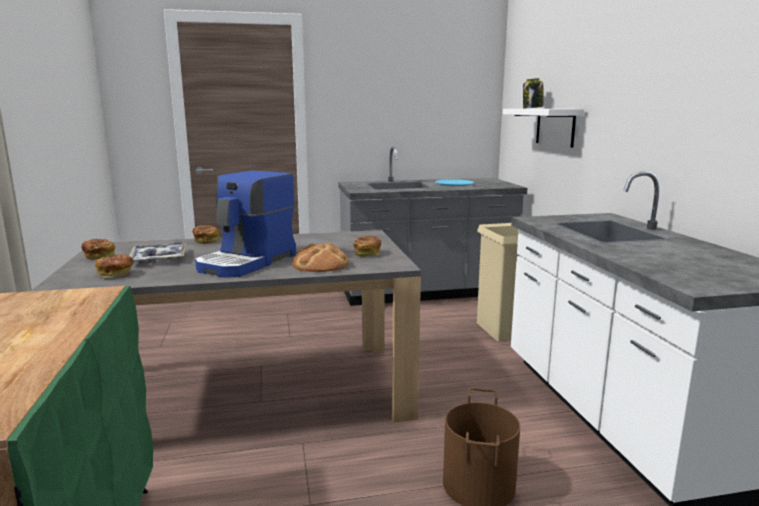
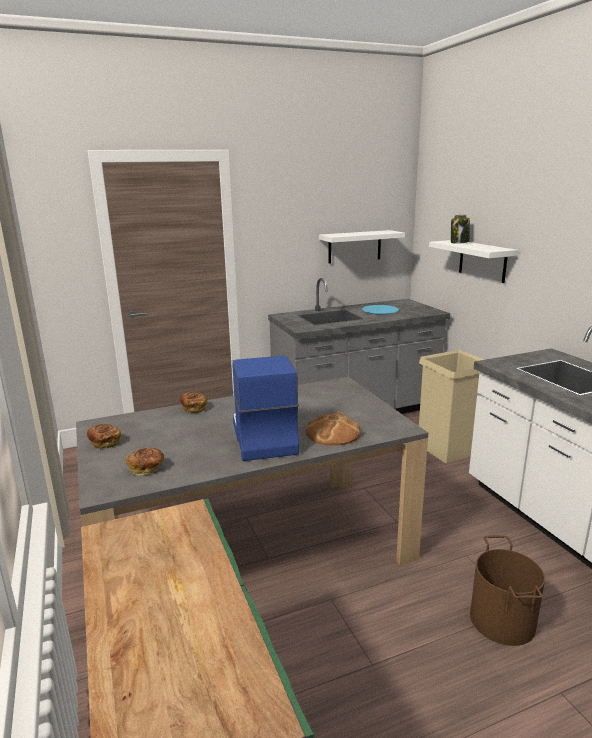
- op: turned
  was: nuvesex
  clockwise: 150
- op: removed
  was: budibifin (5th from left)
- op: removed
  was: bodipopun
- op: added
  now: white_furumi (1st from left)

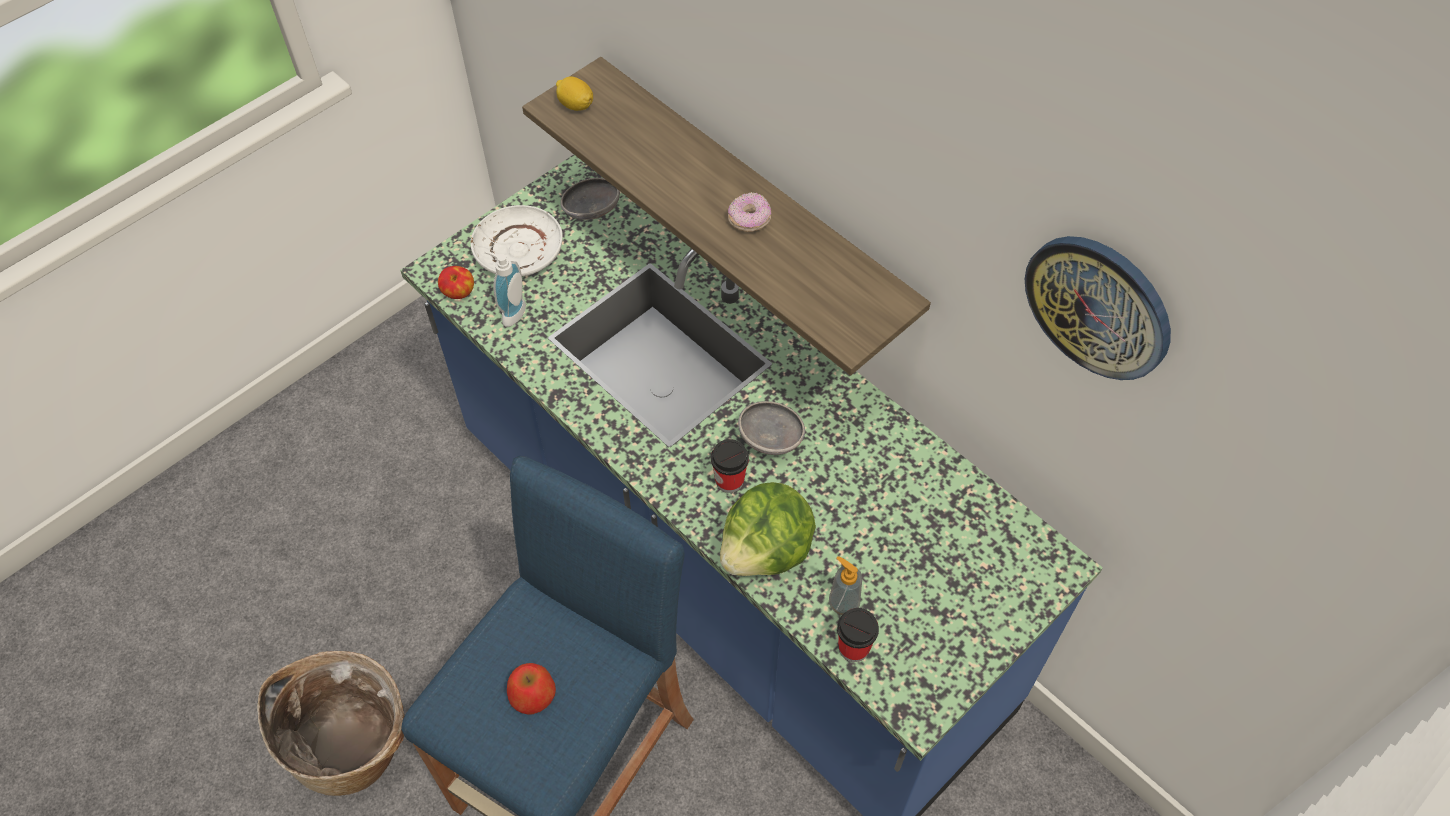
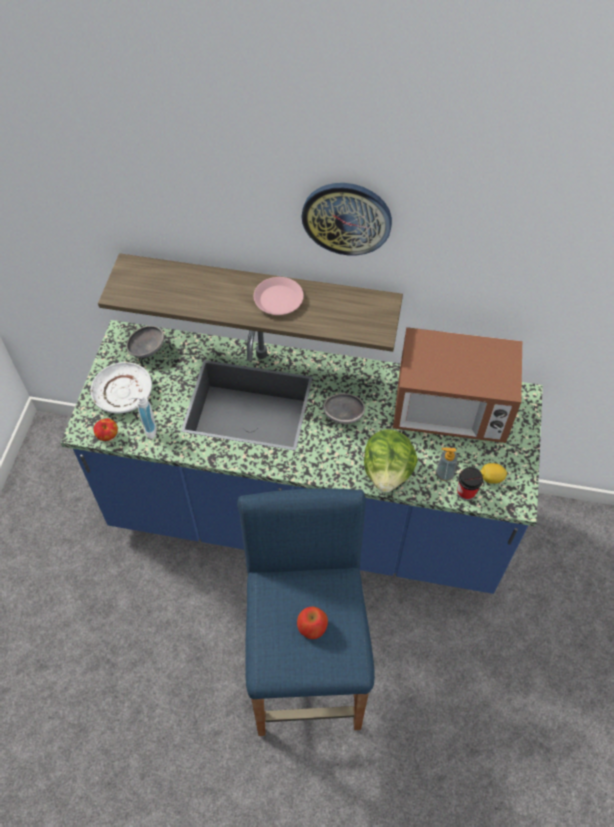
- op: moved
  was: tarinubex
- op: replaced
  was: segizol
  now: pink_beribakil
- op: moved
  was: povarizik
- op: removed
  was: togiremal (1st from left)
- op: removed
  was: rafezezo
- op: added
  now: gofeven

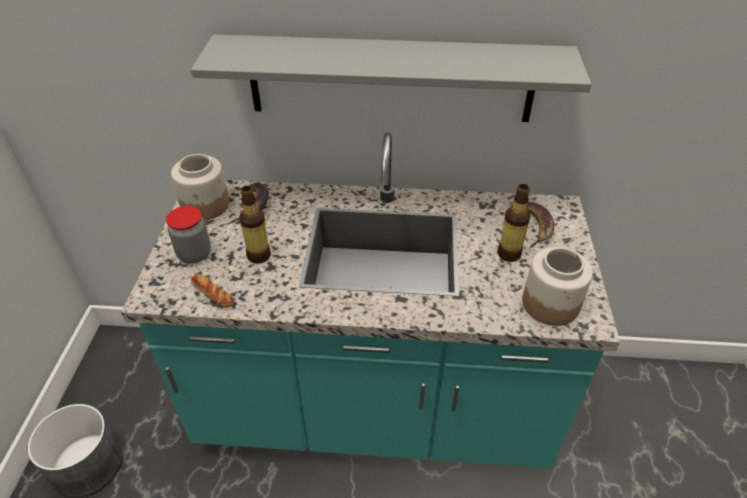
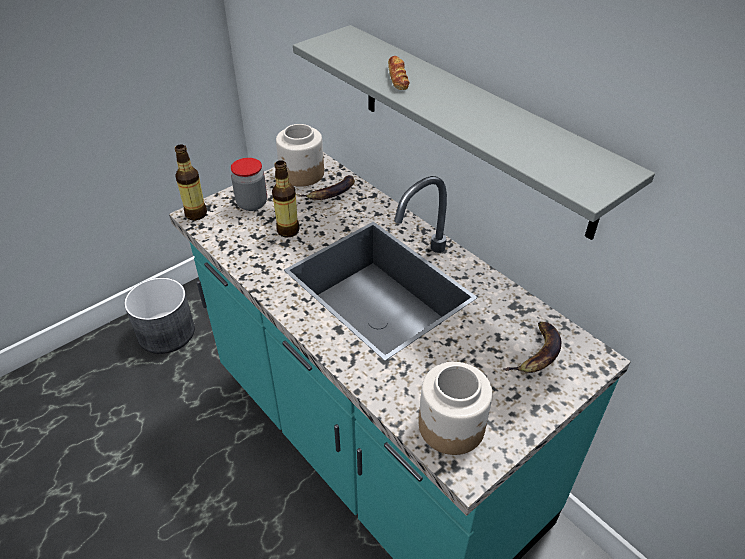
- op: moved
  was: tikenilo (2nd from left in the first image)
  now: tikenilo (1st from left)
- op: moved
  was: budibifin

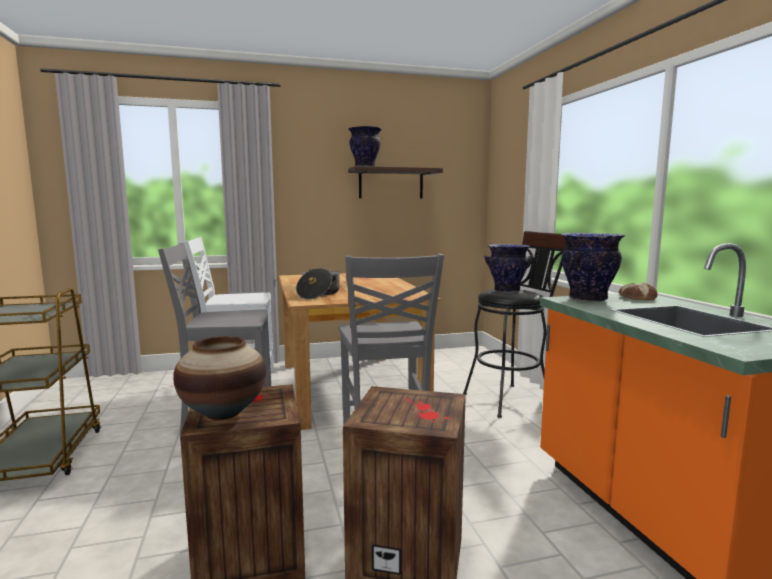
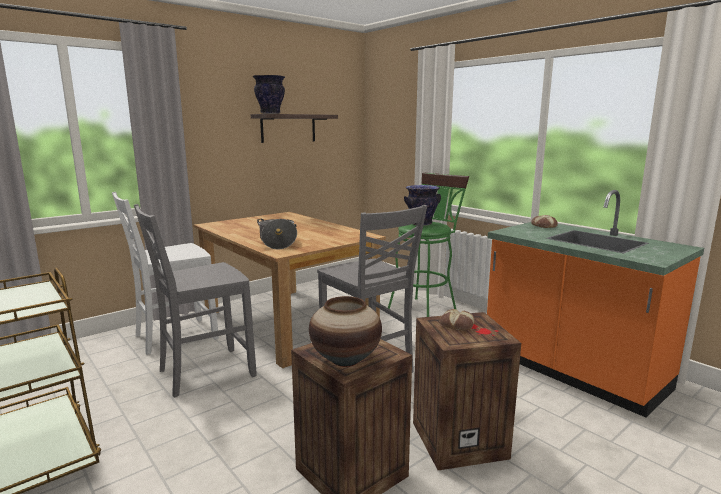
- op: recoloured
  was: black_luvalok
  now: green_luvalok
- op: removed
  was: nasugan (4th from left)
- op: added
  now: budibifin (1st from left)

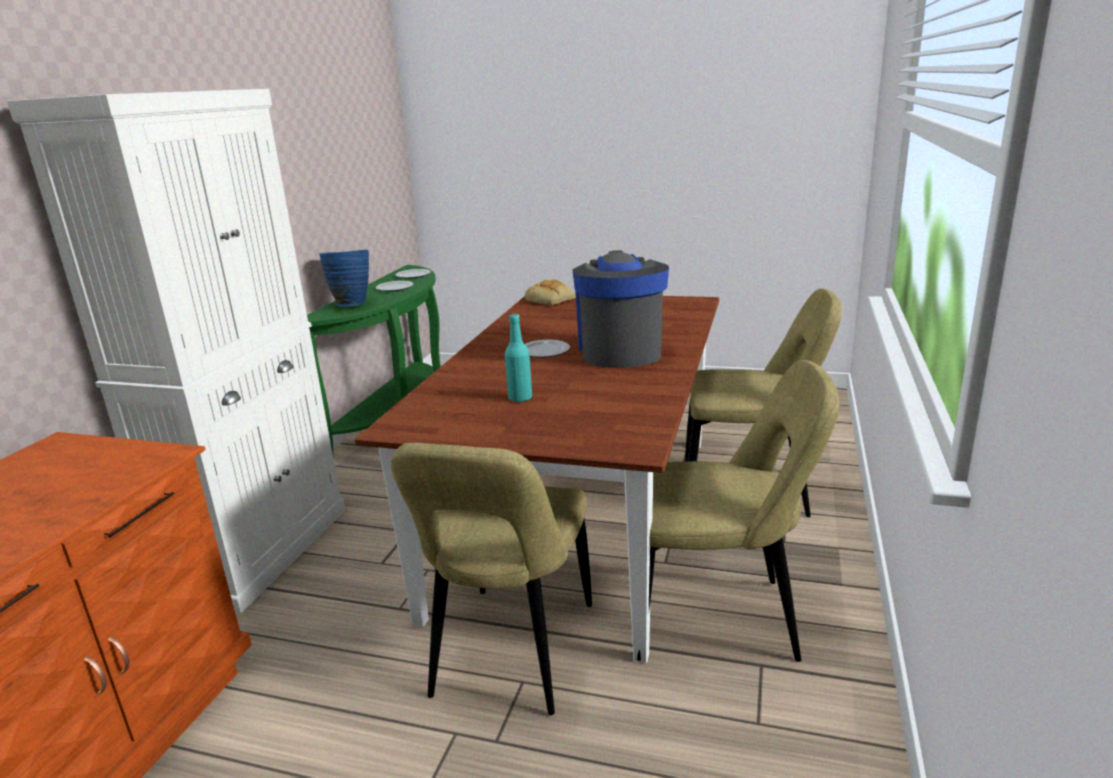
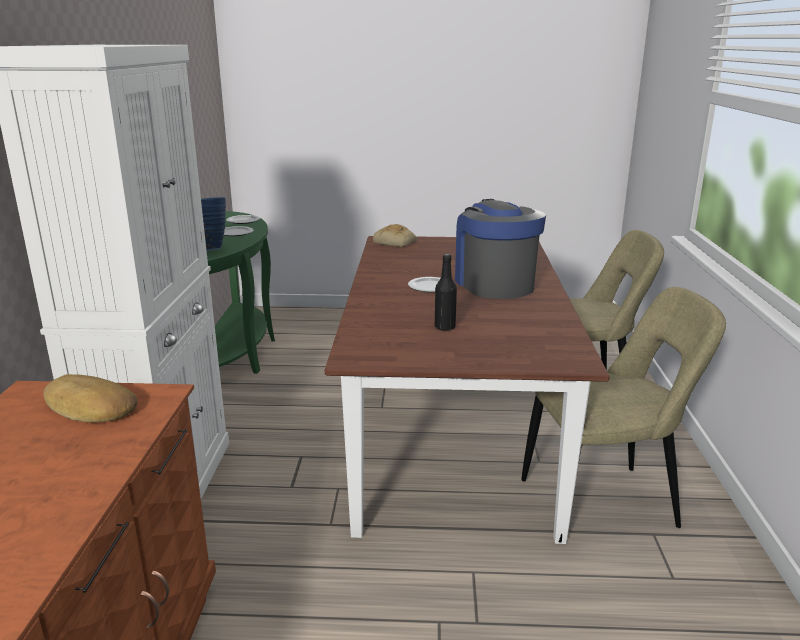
- op: recoloured
  was: turquoise_tikenilo
  now: black_tikenilo
- op: removed
  was: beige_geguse (1st from left)
- op: added
  now: budibifin (1st from left)

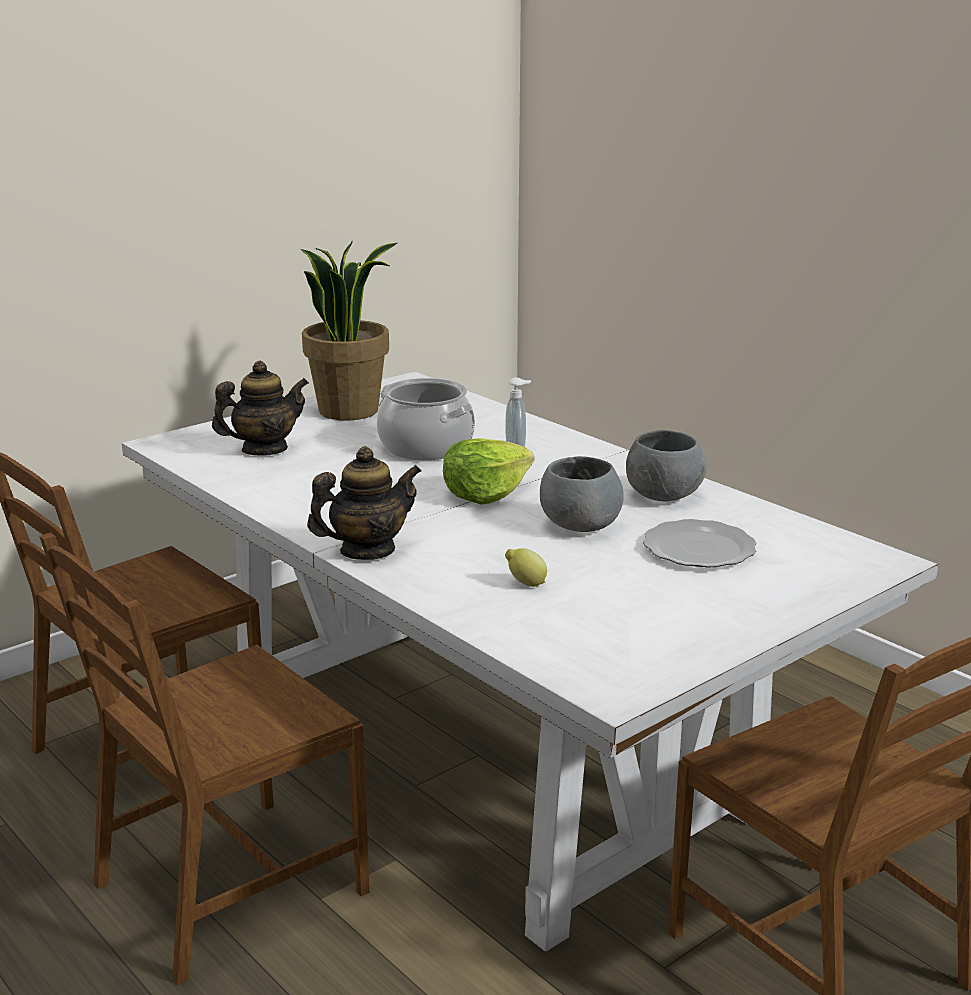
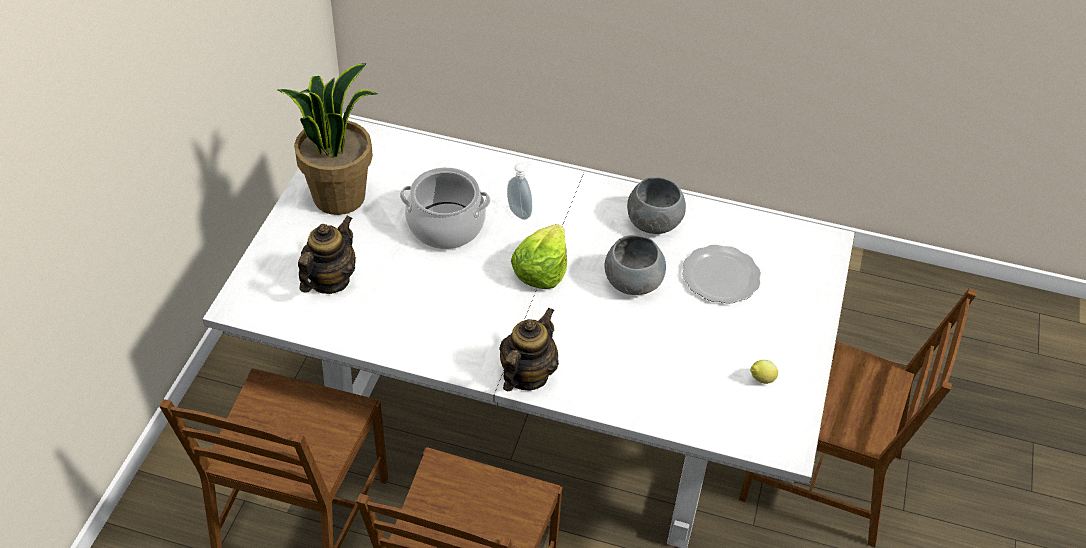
- op: moved
  was: tarinubex

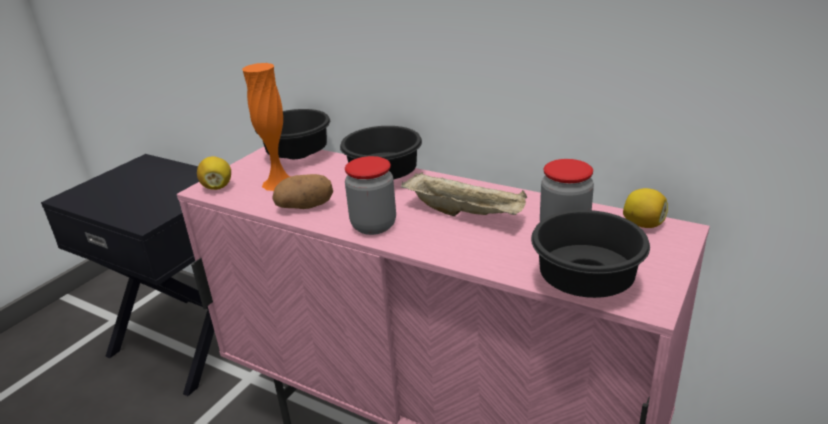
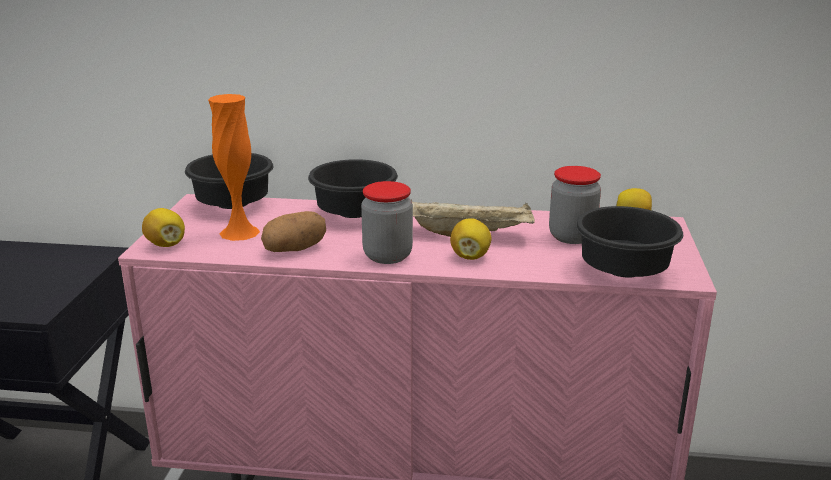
- op: added
  now: tarinubex (2nd from left)

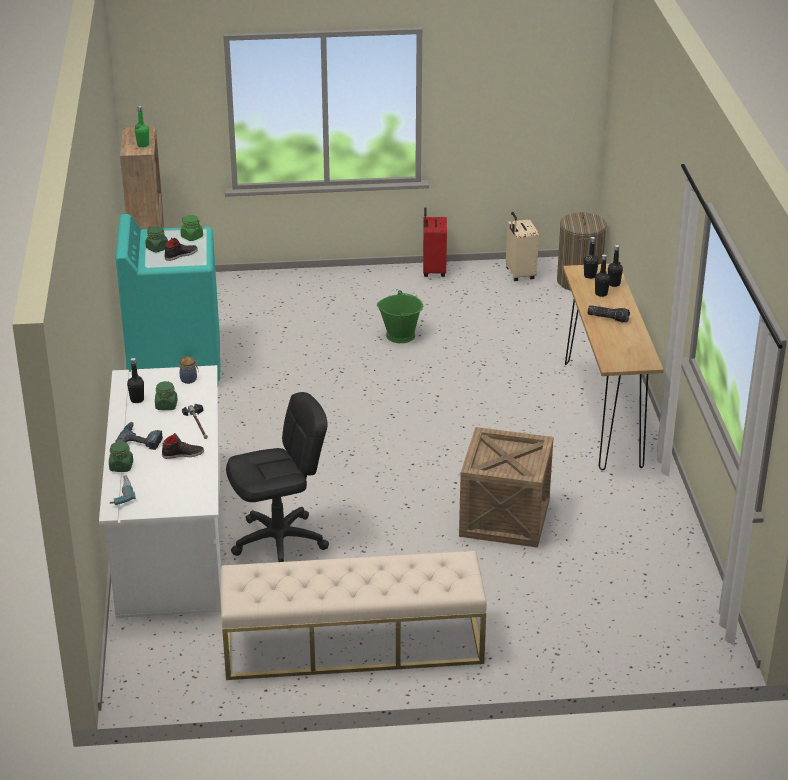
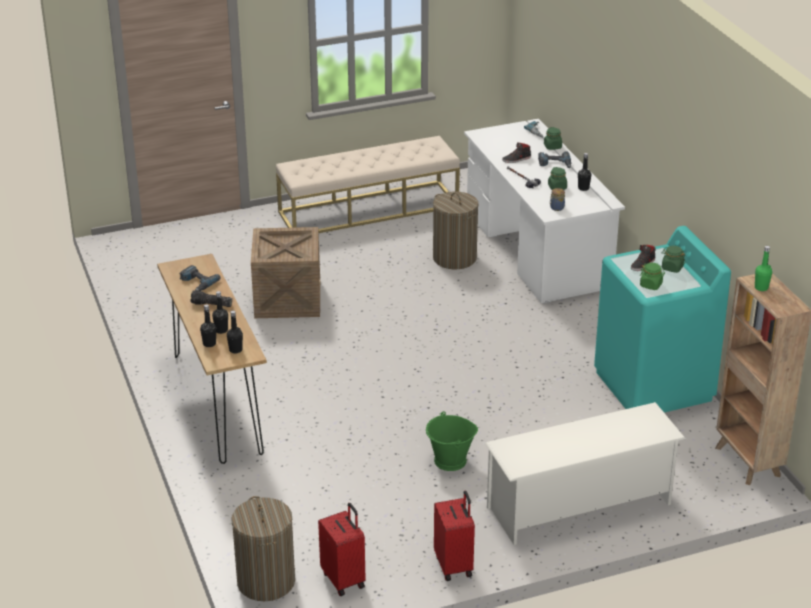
- op: recoloured
  was: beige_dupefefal
  now: red_dupefefal (1st from left)
- op: replaced
  was: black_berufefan
  now: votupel (2nd from left)
- op: added
  now: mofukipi (1st from left)
- op: added
  now: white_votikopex

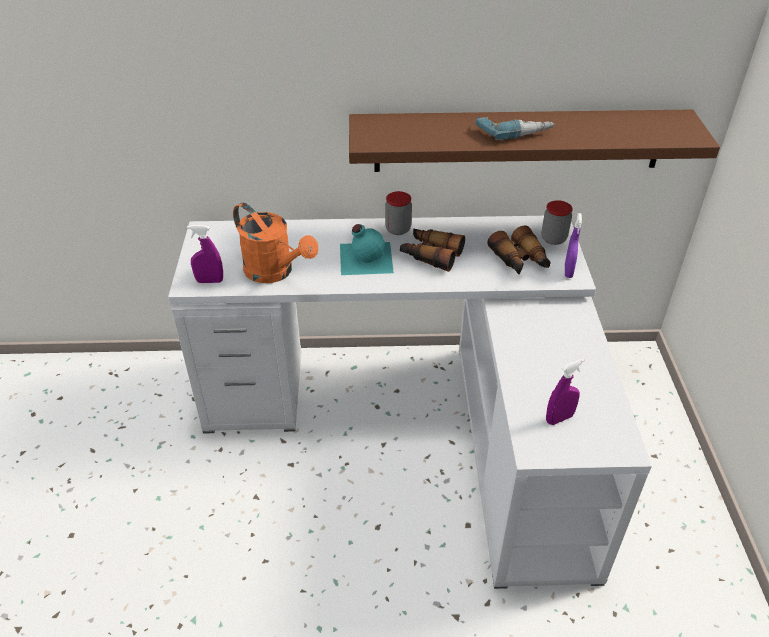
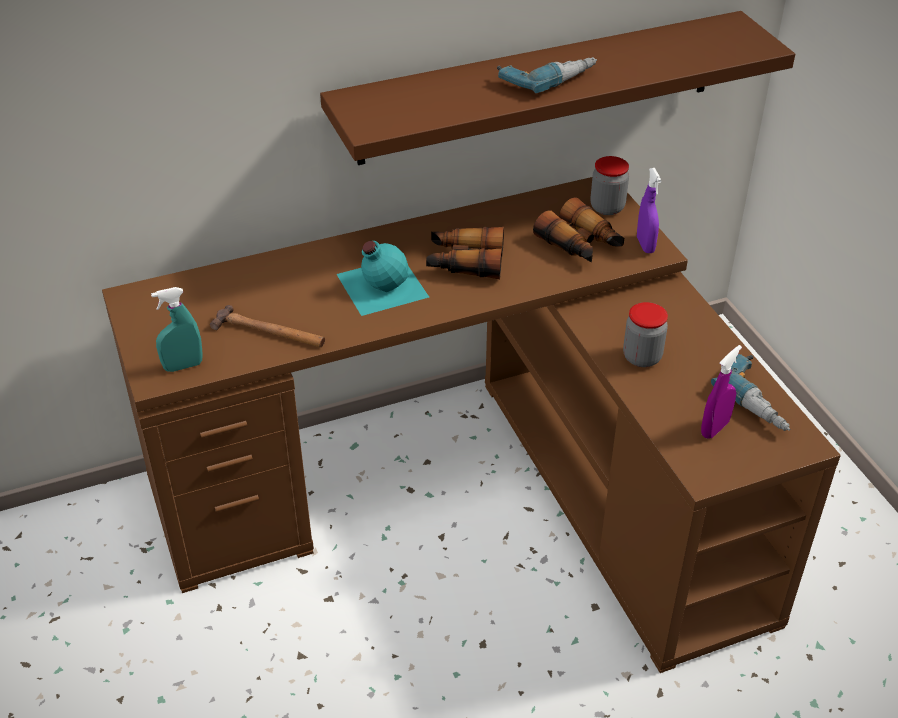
- op: moved
  was: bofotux (1st from left in the first image)
  now: bofotux (2nd from left)
- op: replaced
  was: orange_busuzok
  now: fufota
- op: recoloured
  was: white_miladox
  now: brown_miladox
- op: recoloured
  was: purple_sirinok (1st from left)
  now: turquoise_sirinok
- op: added
  now: mofukipi (2nd from left)

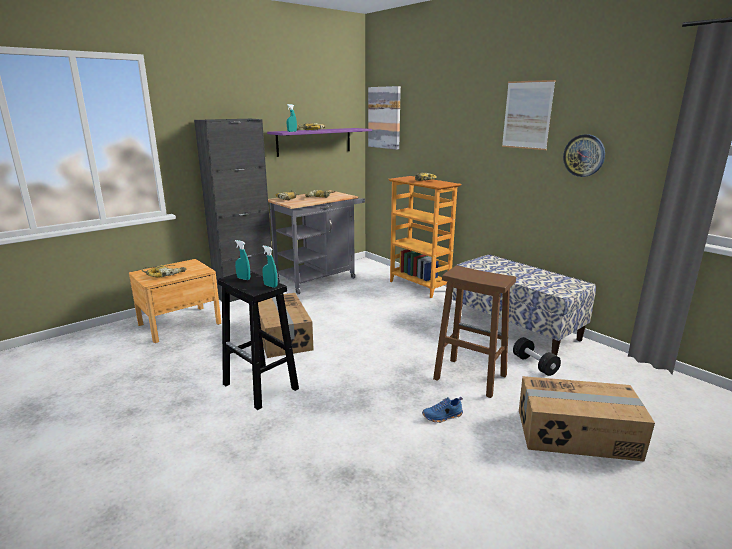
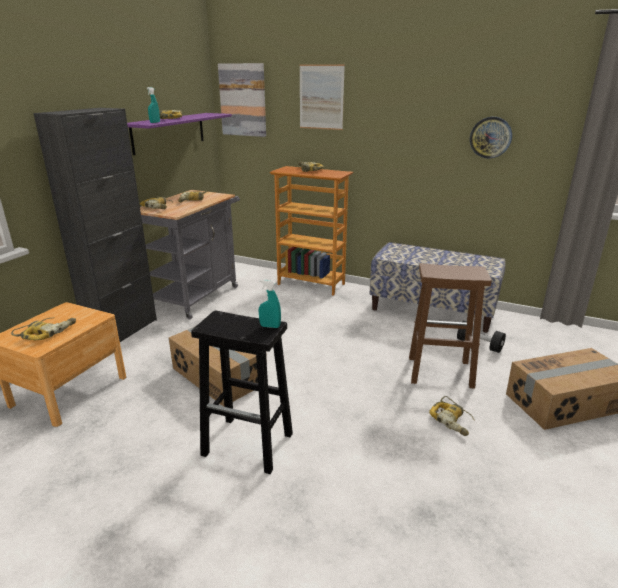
- op: moved
  was: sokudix (2nd from left)
- op: removed
  was: turquoise_sirinok (1st from left)
- op: replaced
  was: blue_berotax
  now: mofukipi (6th from left)

